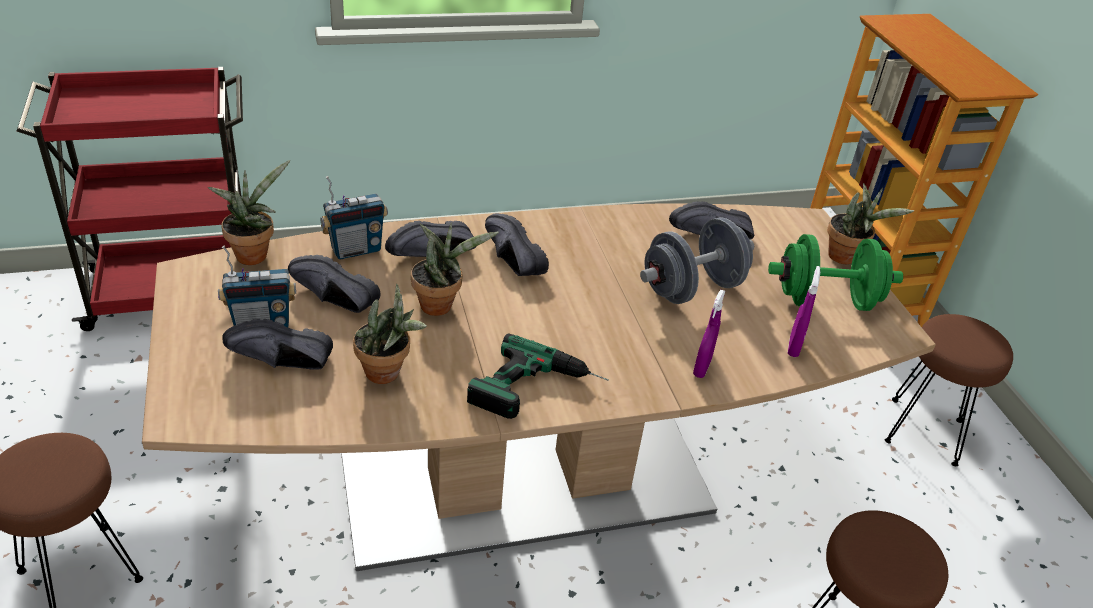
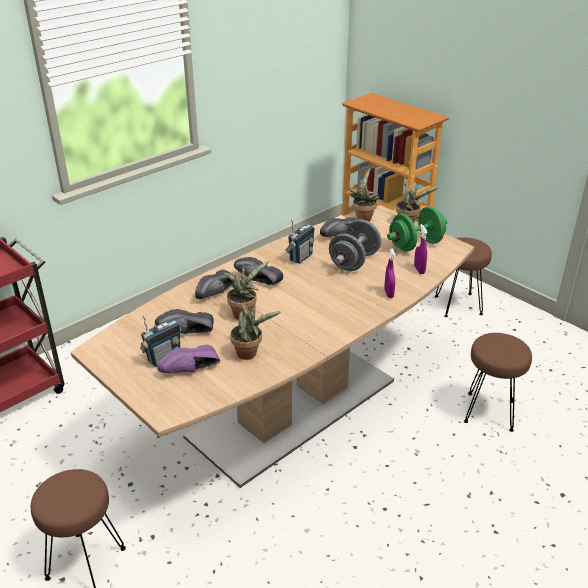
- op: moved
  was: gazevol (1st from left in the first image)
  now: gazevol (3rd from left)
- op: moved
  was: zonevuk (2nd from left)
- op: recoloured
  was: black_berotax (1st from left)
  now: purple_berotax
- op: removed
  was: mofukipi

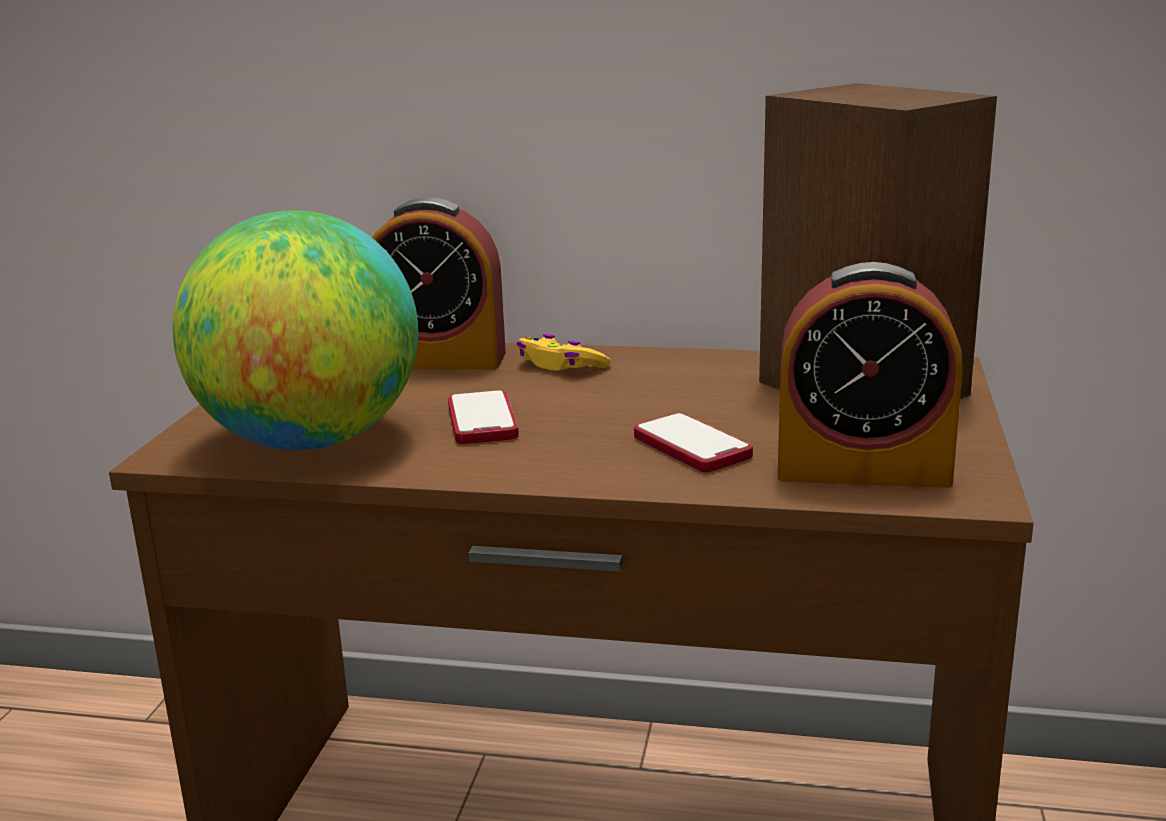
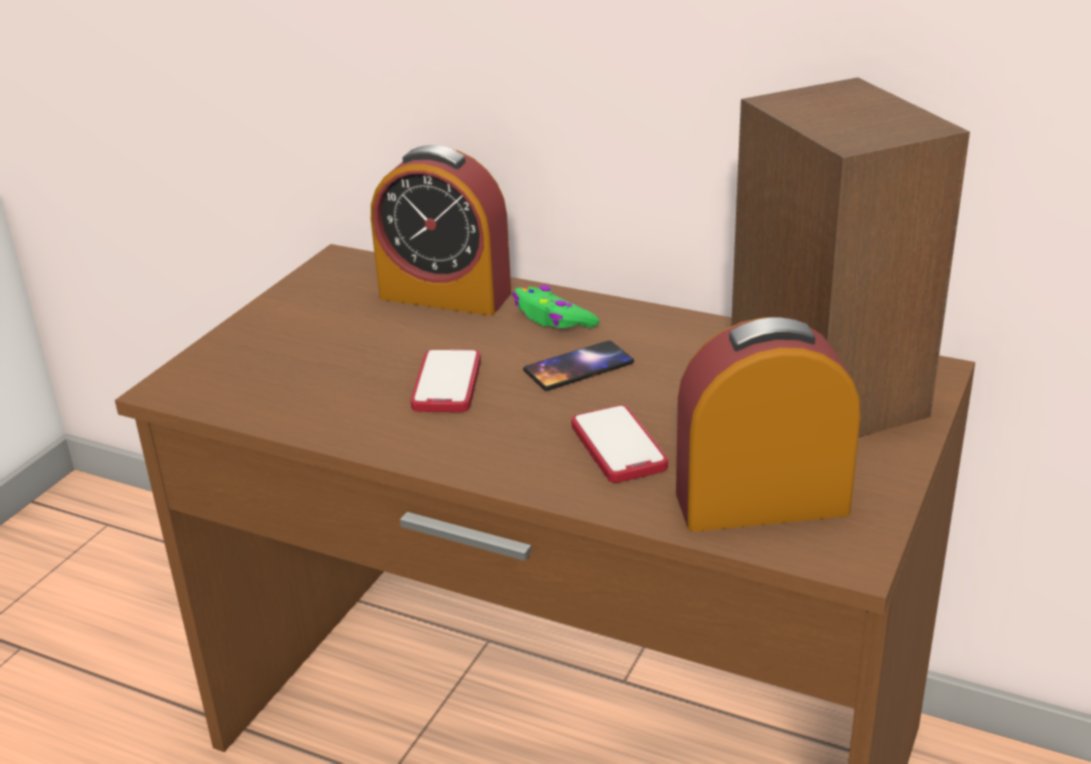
- op: removed
  was: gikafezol
- op: turned
  was: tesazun (2nd from left)
  clockwise: 150
- op: recoloured
  was: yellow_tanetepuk
  now: green_tanetepuk
- op: added
  now: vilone (2nd from left)

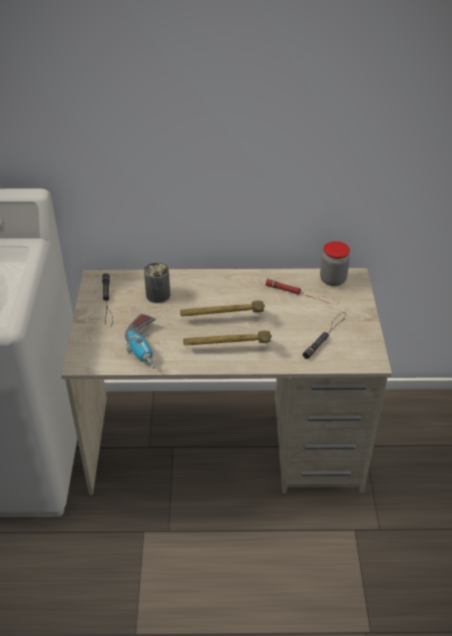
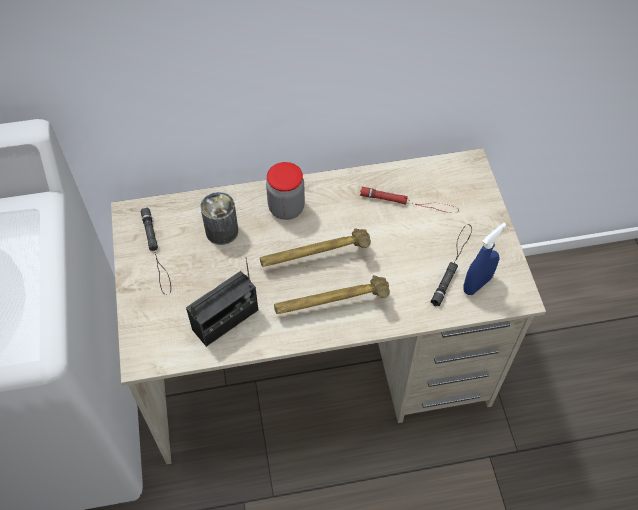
- op: moved
  was: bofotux
- op: replaced
  was: mofukipi
  now: zonevuk
- op: added
  now: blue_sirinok

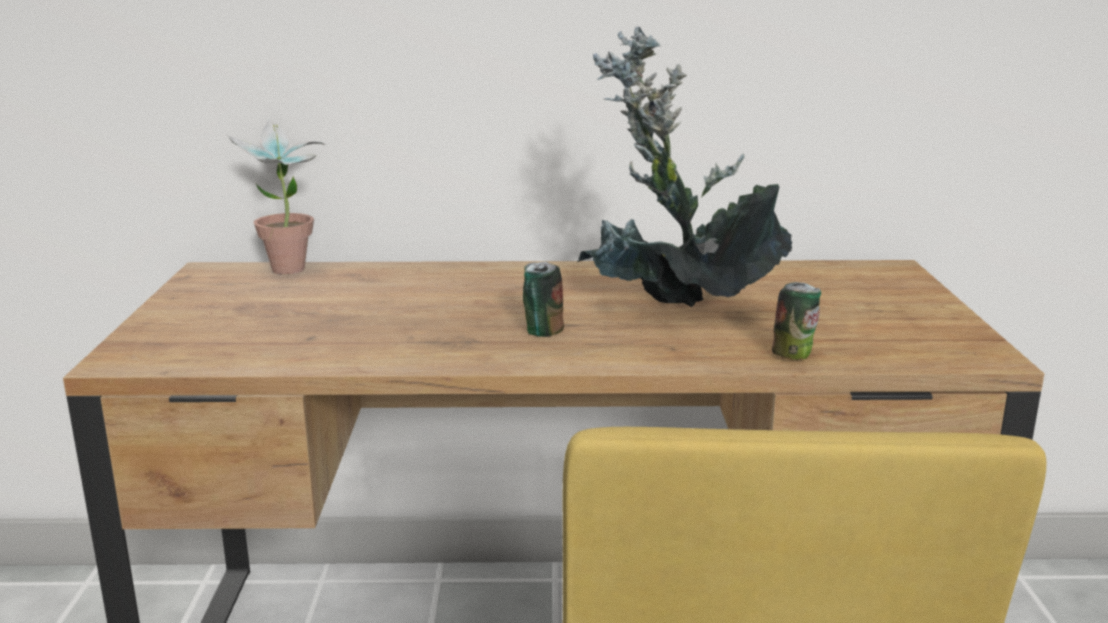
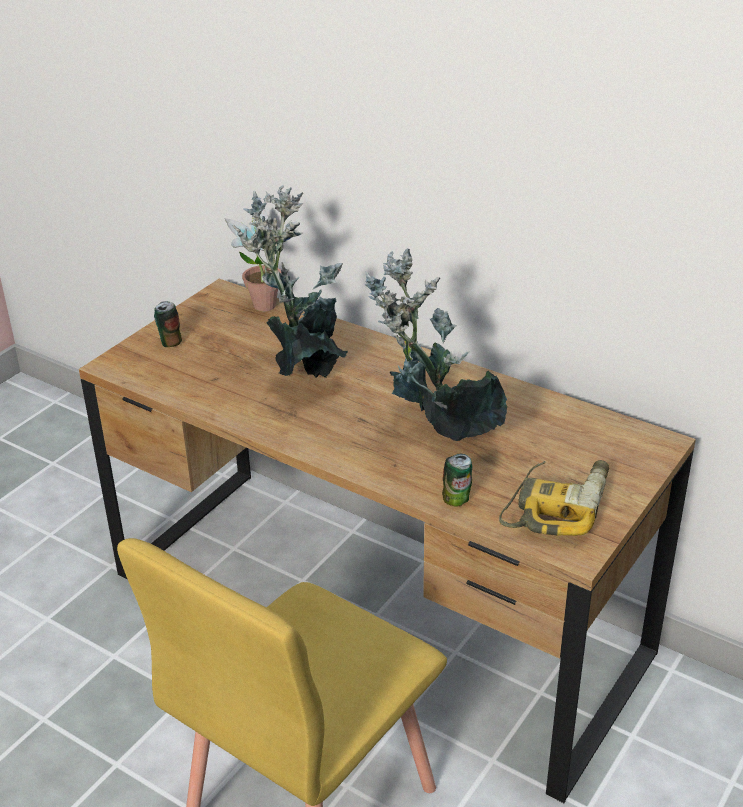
- op: moved
  was: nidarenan (1st from left)
- op: added
  now: gazevol (2nd from left)
- op: added
  now: mofukipi

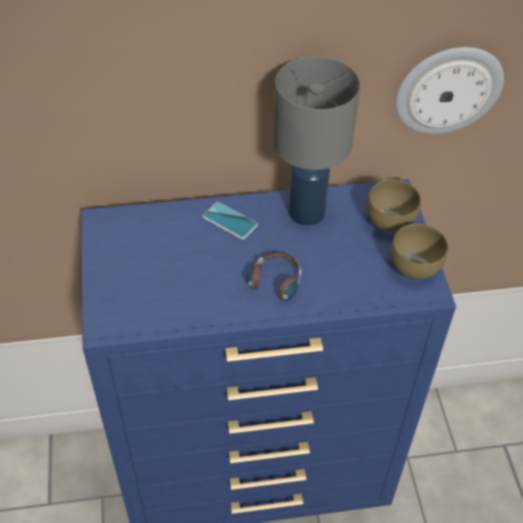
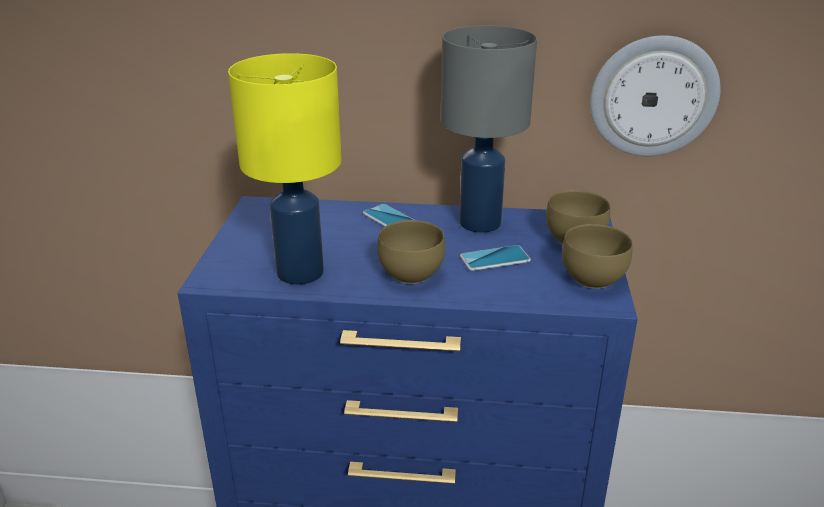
- op: replaced
  was: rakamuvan
  now: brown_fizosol (1st from left)
- op: added
  now: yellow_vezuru
- op: added
  now: vilone (2nd from left)

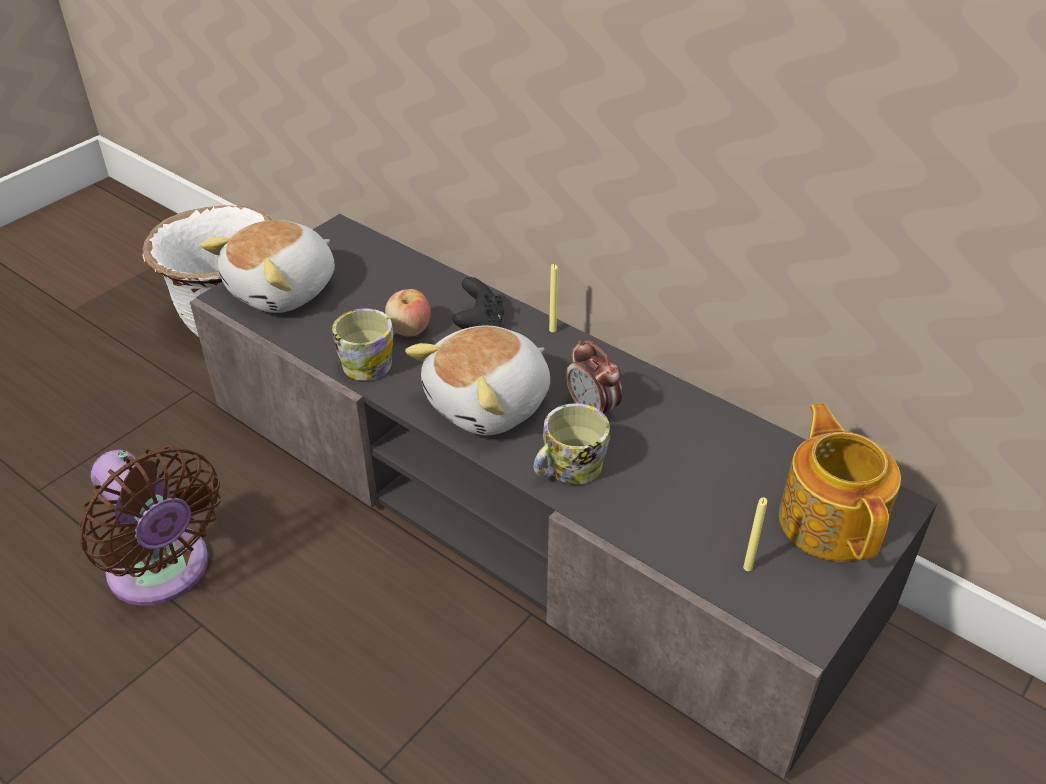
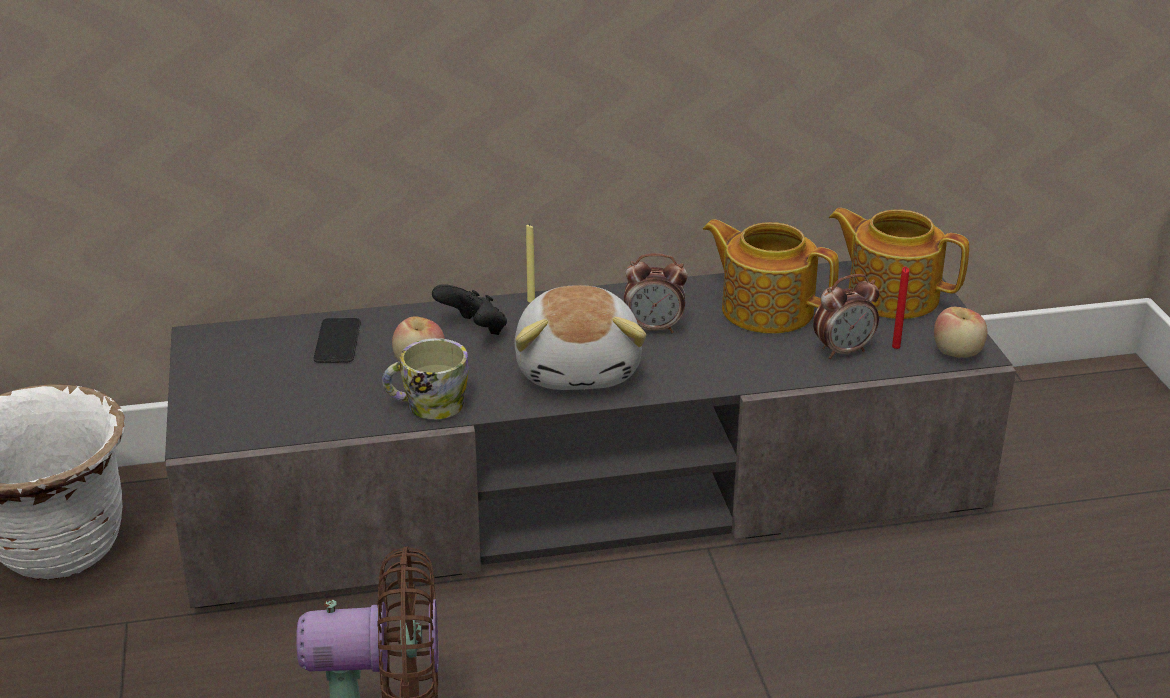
- op: removed
  was: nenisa (1st from left)
- op: removed
  was: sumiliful (2nd from left)
- op: recoloured
  was: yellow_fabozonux (2nd from left)
  now: red_fabozonux
- op: added
  now: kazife (1st from left)
- op: added
  now: tesazun (2nd from left)
- op: added
  now: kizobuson (2nd from left)
- op: added
  now: vilone

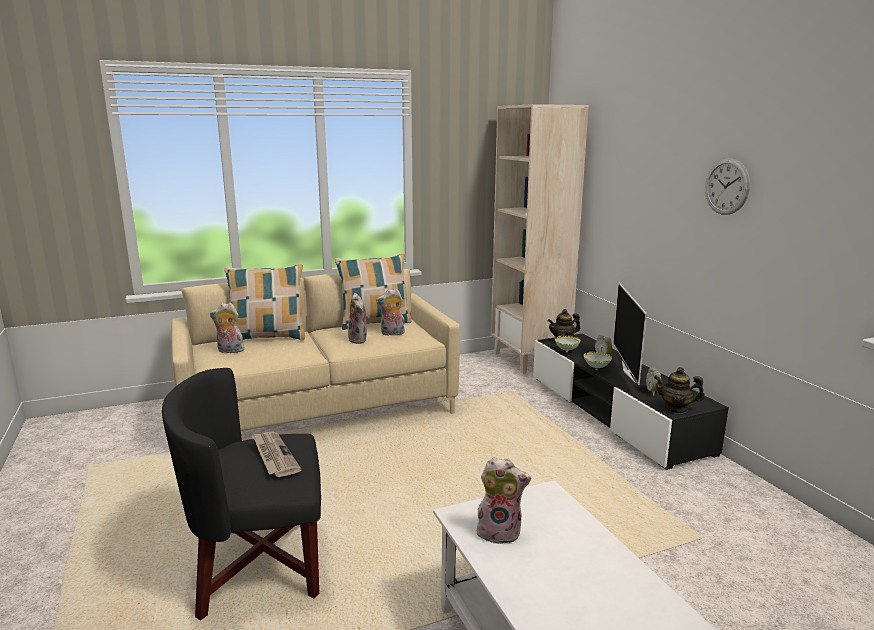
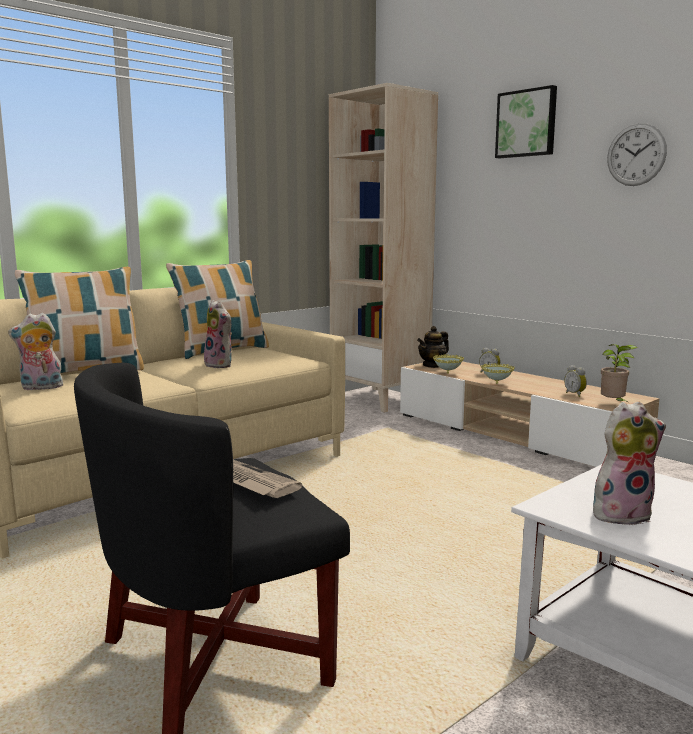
- op: removed
  was: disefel
- op: removed
  was: nenisa (3rd from left)
- op: recoloured
  was: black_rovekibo
  now: beige_rovekibo
- op: replaced
  was: kazife (2nd from left)
  now: gazevol
- op: added
  now: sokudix

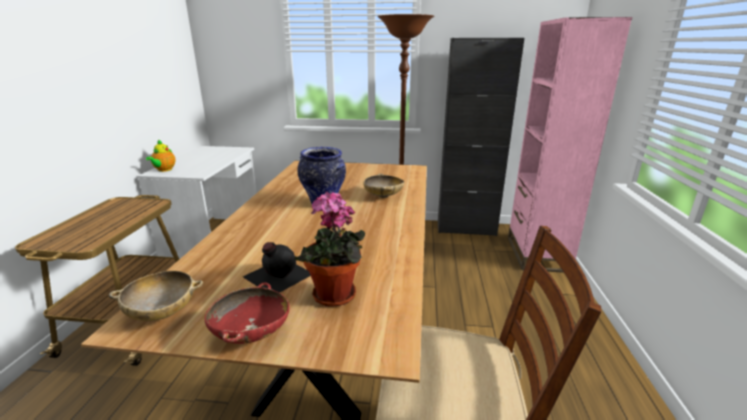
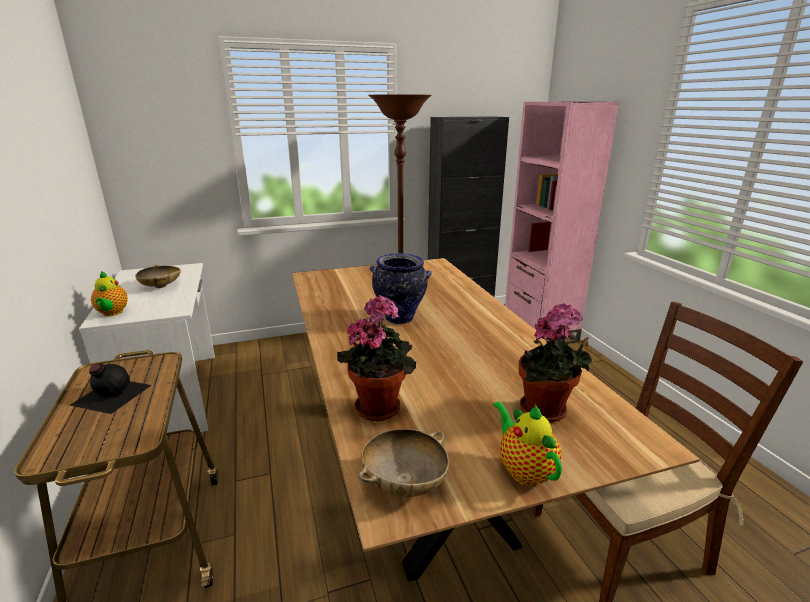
- op: moved
  was: beige_fizosol (2nd from left in the first image)
  now: beige_fizosol (1st from left)
- op: moved
  was: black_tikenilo
- op: replaced
  was: red_fizosol
  now: kazife (2nd from left)
- op: added
  now: gazevol (1st from left)

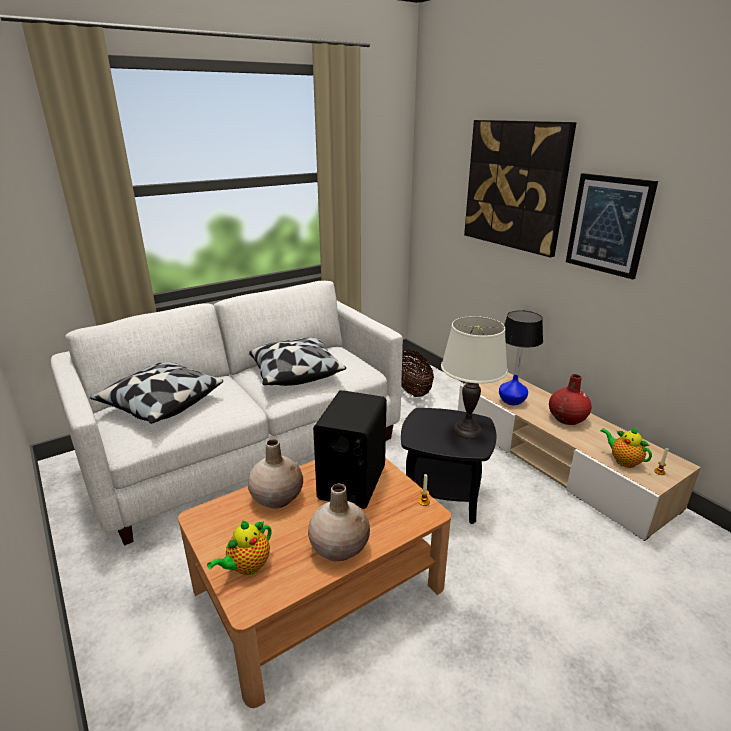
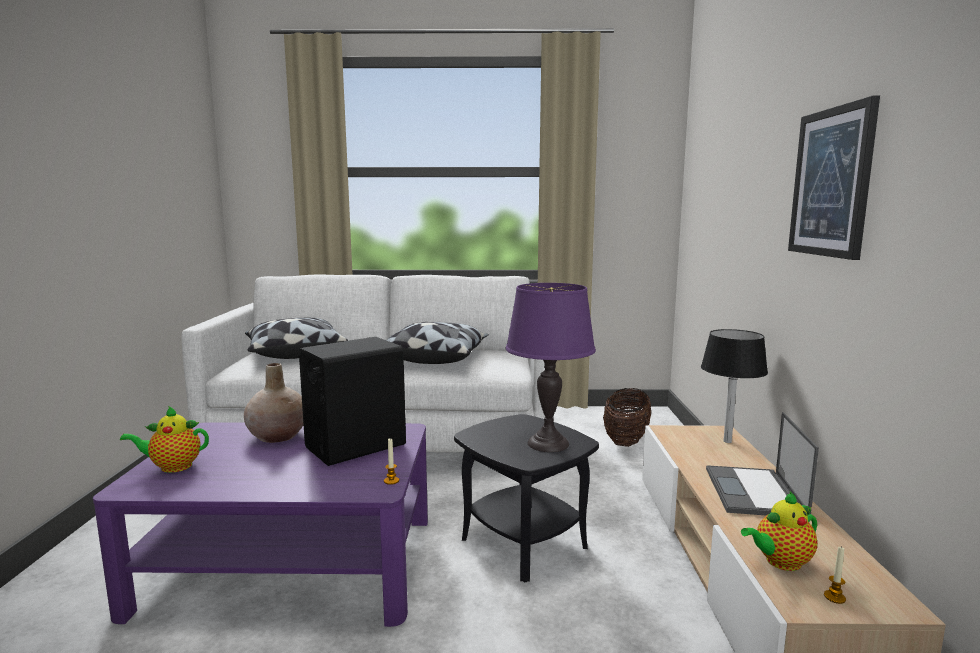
- op: removed
  was: sokudix (1st from left)
- op: recoloured
  was: white_vezuru
  now: purple_vezuru
- op: replaced
  was: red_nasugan
  now: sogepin
- op: removed
  was: blue_nasugan
- op: turned
  was: kazife (2nd from left)
  clockwise: -105
- op: recoloured
  was: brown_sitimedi
  now: purple_sitimedi
- op: removed
  was: beige_nasugan (2nd from left)

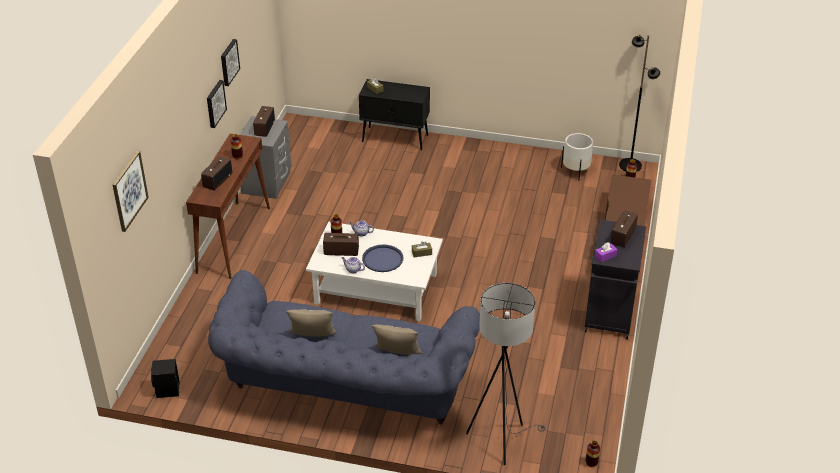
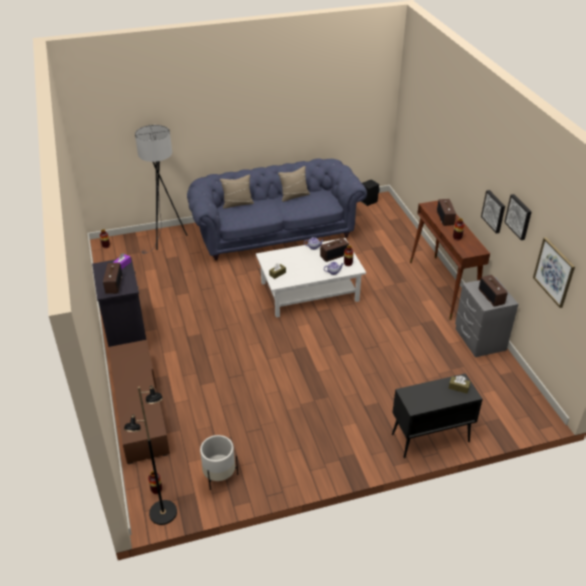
- op: moved
  was: sokudix (1st from left in the first image)
  now: sokudix (3rd from left)
- op: removed
  was: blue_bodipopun

